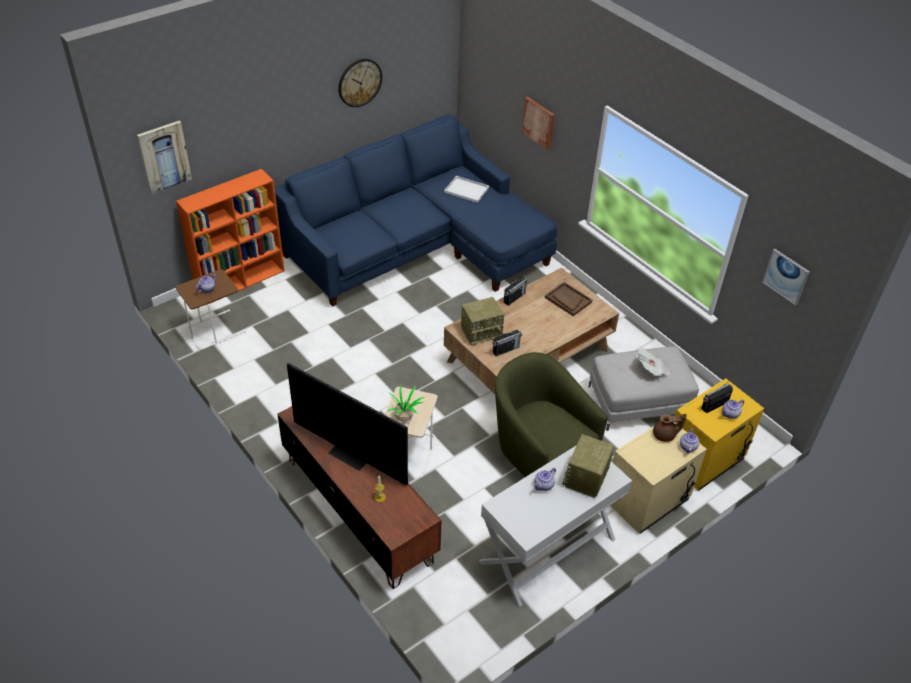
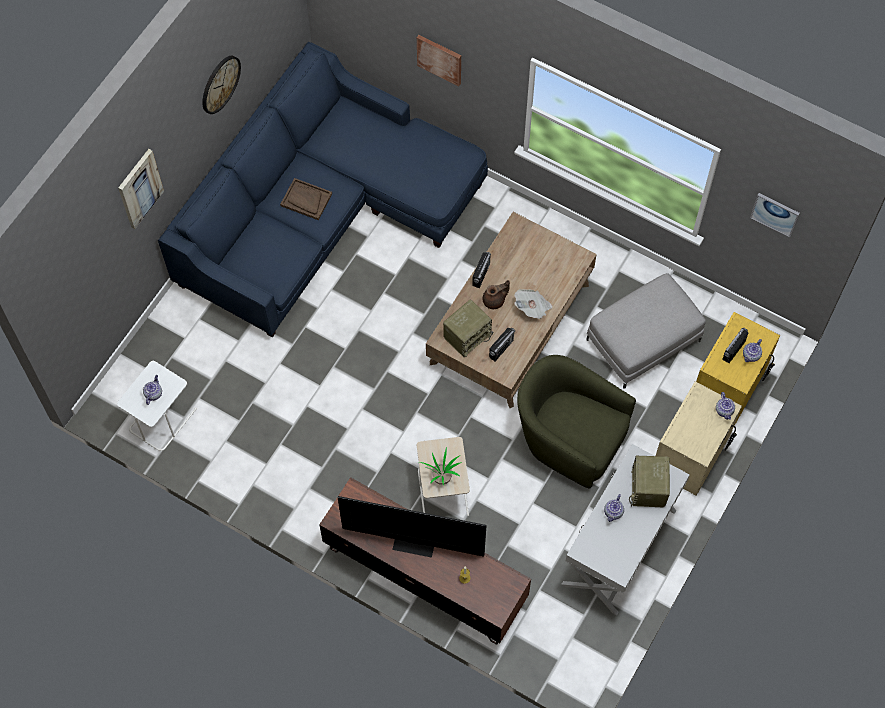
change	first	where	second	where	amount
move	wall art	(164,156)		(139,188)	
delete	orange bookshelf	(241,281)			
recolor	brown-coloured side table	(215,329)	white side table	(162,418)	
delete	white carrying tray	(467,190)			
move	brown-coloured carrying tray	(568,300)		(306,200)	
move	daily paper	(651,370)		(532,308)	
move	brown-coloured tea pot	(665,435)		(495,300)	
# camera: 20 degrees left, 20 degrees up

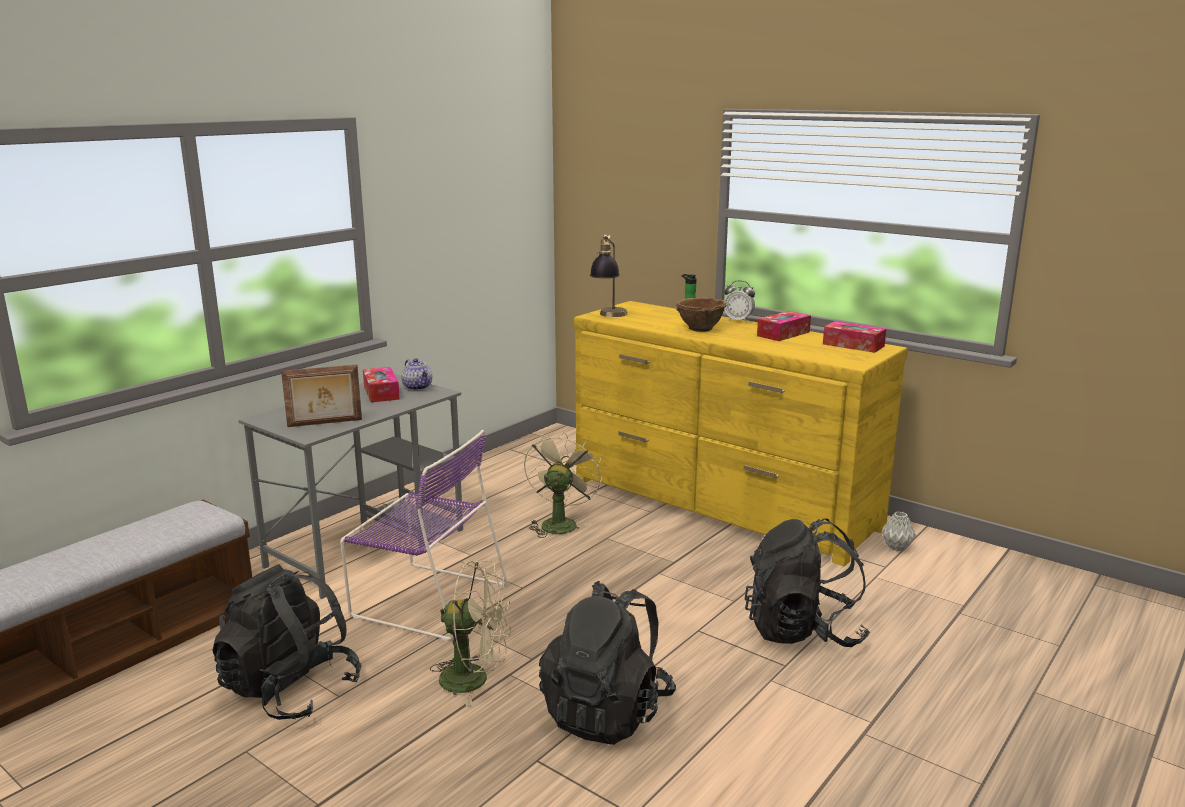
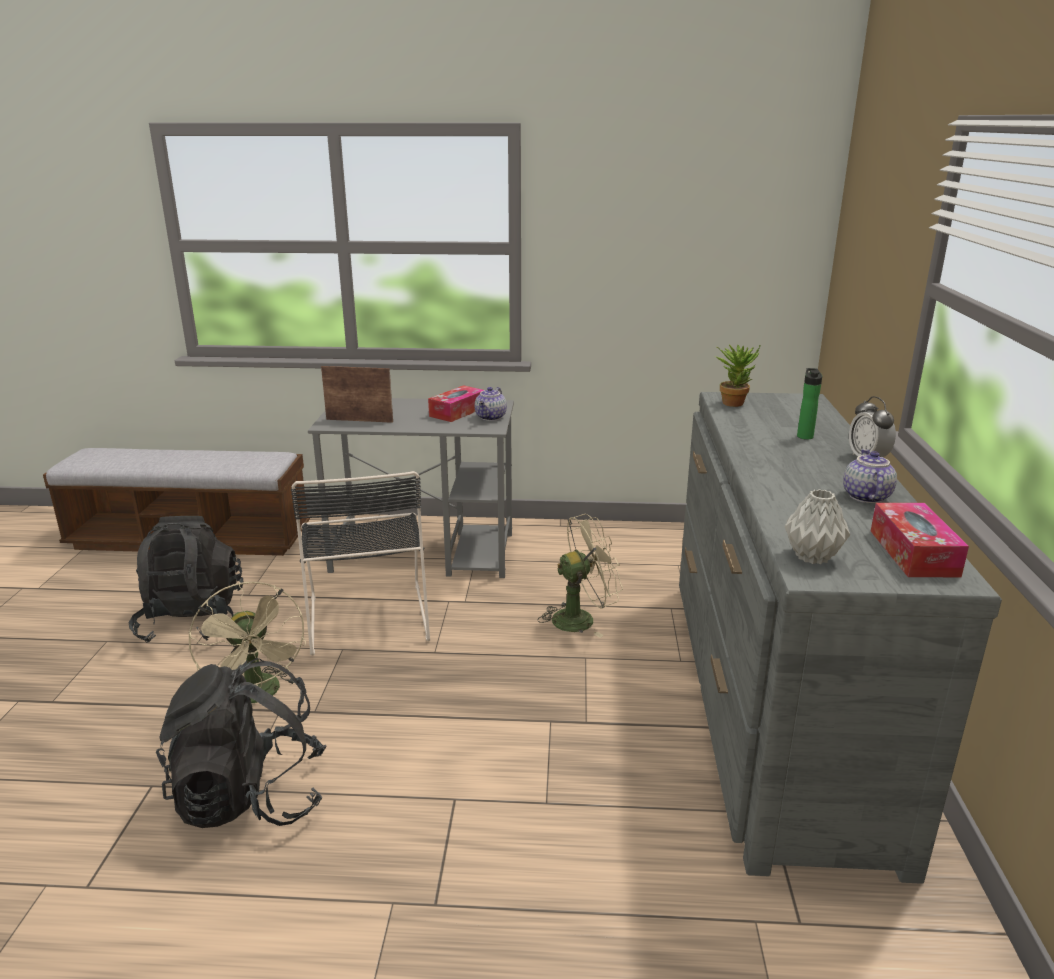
change	first	where	second	where	amount
rotate	picture frame	(325,423)		(360,420)	150 degrees clockwise
recolor	purple chair	(426,599)	blackish chair	(368,615)	
recolor	yellow-coloured drawer chest	(721,504)	greyish drawer chest	(772,701)	
replace	table lamp	(609,316)	plant in a pot	(734,402)	
delete	brown-coloured deep dish	(700,329)			
delete	blackish rucksack	(803,631)			
replace	tissue holder	(783,334)	tea pot	(865,496)	
move	greyish decorative vase	(897,548)		(812,557)	
# camera: 55 degrees right, 5 degrees up

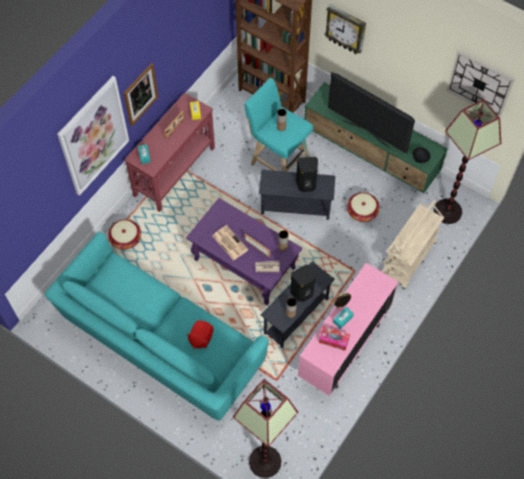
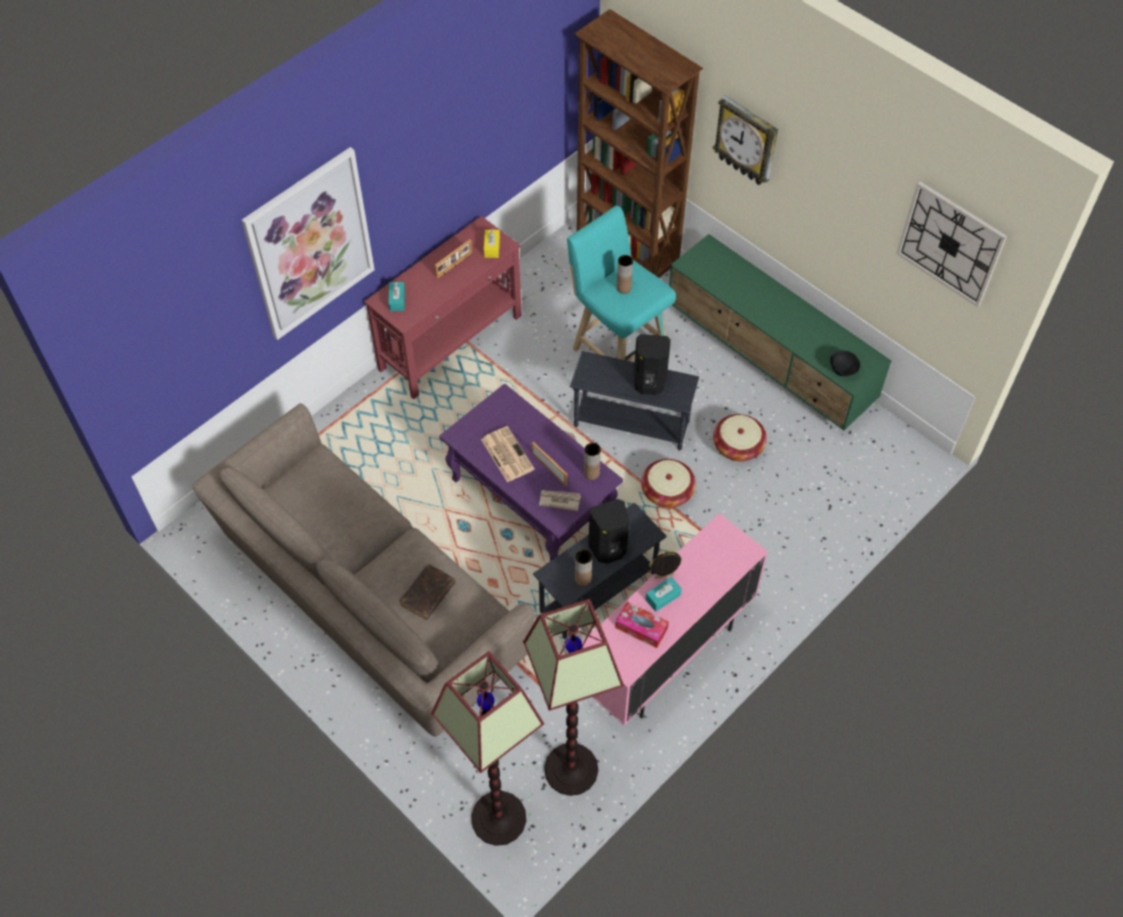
change	first	where	second	where	amount
recolor	blue-green sofa	(160,343)	sand-coloured sofa	(370,600)	
move	storage basket	(126,239)		(667,491)	
delete	wall art	(140,94)			
replace	red cuddly toy	(201,338)	brown-coloured bound book	(428,595)	
delete	television	(366,133)			
delete	sand-coloured trolley	(408,259)			
move	floor lamp	(448,211)		(572,769)	
# camera: 10 degrees right, 5 degrees down

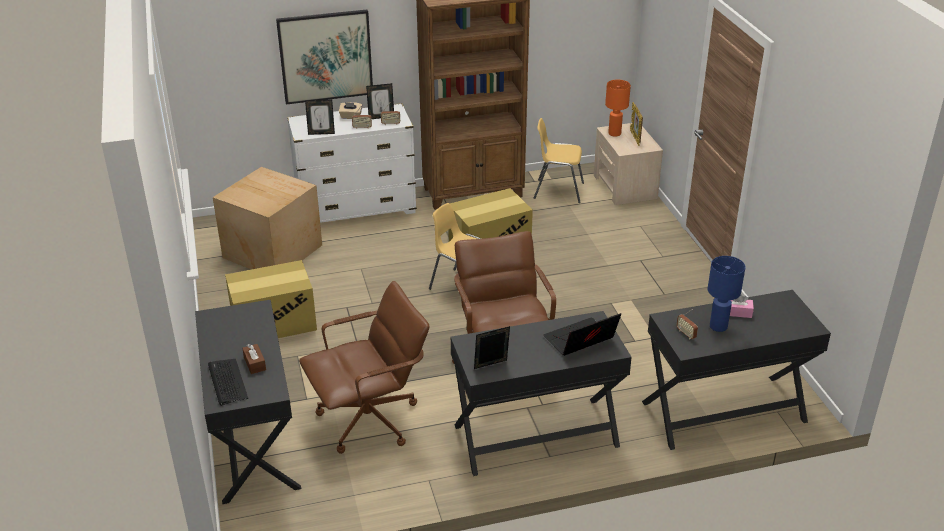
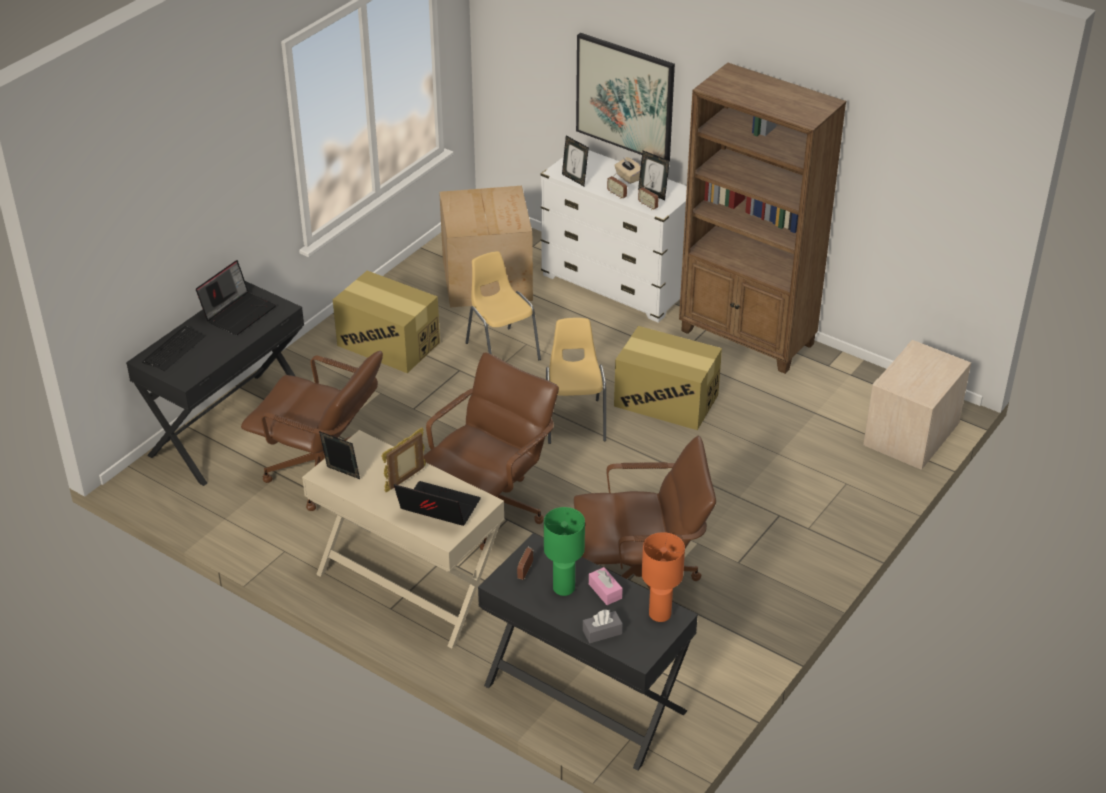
change	first	where	second	where	amount
delete	brown-coloured tissue holder	(255,363)			
recolor	blackish desk unit	(536,436)	sand-coloured desk unit	(408,586)	
move	yellow-coloured chair	(558,191)		(502,351)	
move	orange table lamp	(614,134)		(659,614)	
move	picture frame	(635,138)		(406,480)	
recolor	blue table lamp	(718,327)	green table lamp	(563,588)	
insert			laptop	(238,312)	
insert			brown-coloured office chair	(640,584)	
insert			greyish tissue holder	(602,632)	
# camera: 50 degrees right, 5 degrees up

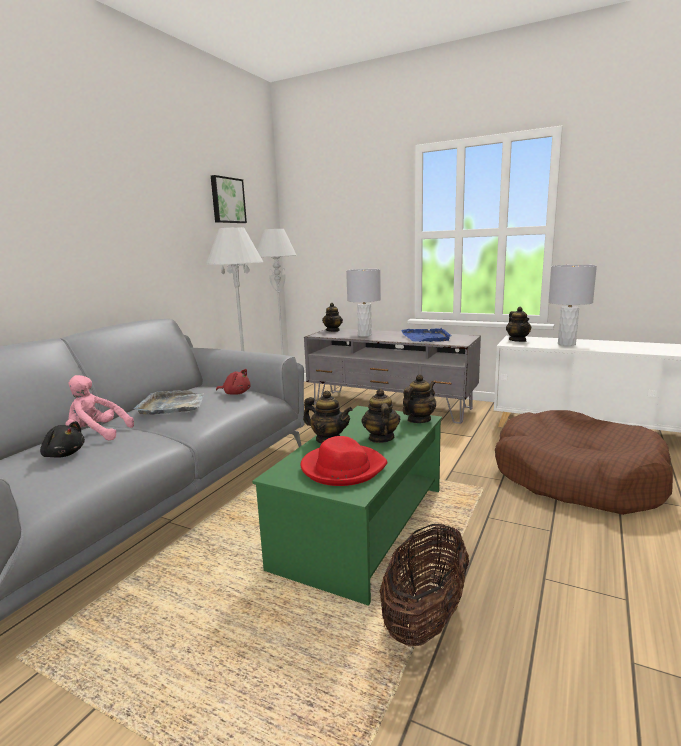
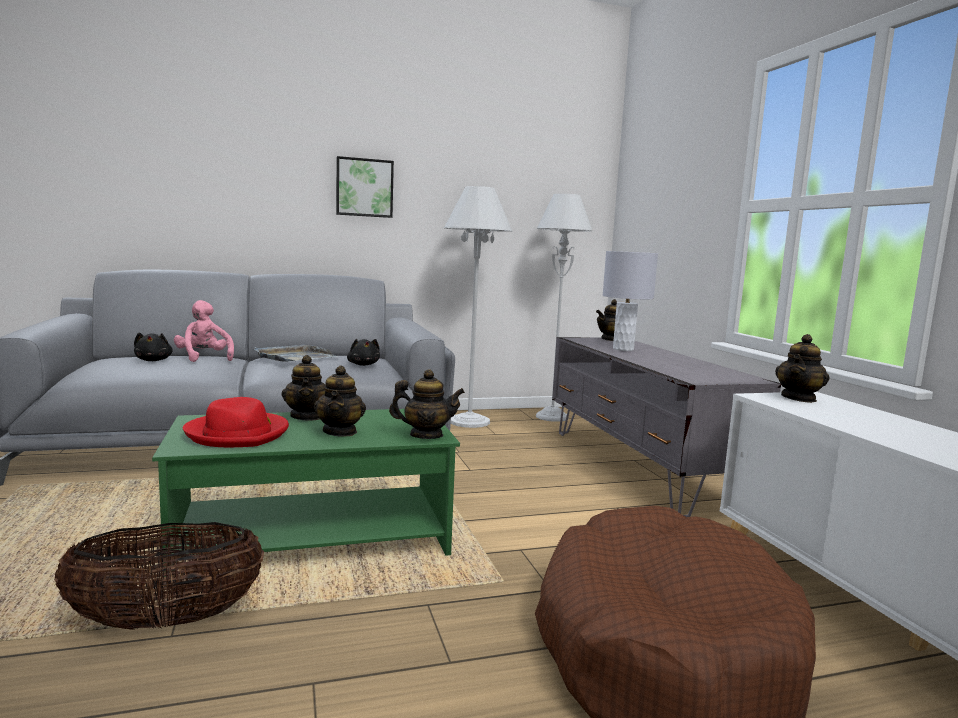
change	first	where	second	where	amount
move	wall art	(227,200)		(364,188)	
recolor	red cuddly toy	(236,393)	blackish cuddly toy	(363,365)	
rotate	tea pot	(380,438)		(340,432)	135 degrees clockwise
delete	blue carrying tray	(426,337)			
delete	greyish table lamp	(566,344)			
# camera: 45 degrees right, 5 degrees down

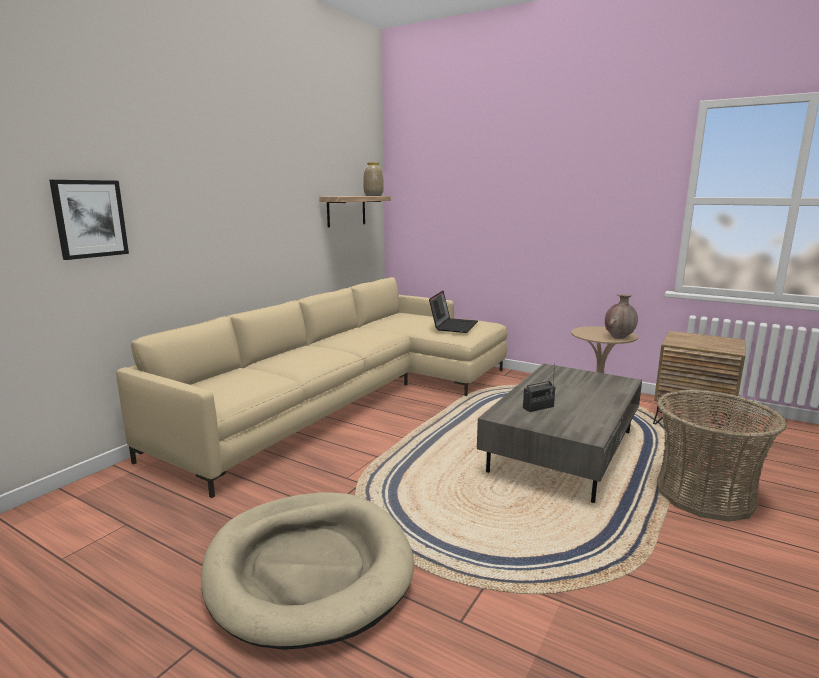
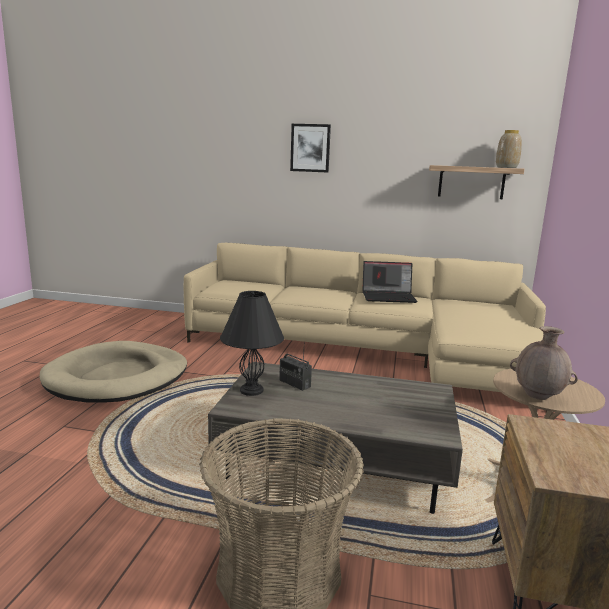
change	first	where	second	where	amount
move	wall art	(90,219)		(310,148)	
move	laptop	(453,326)		(389,297)	
insert			blackish table lamp	(252,390)	
# camera: 70 degrees right, 0 degrees up

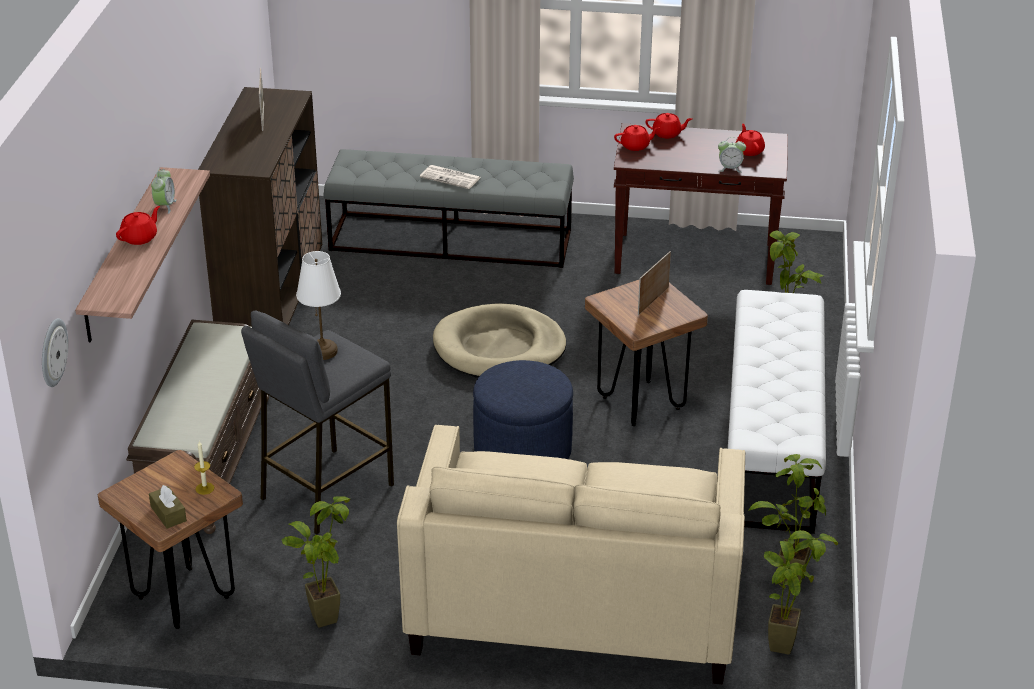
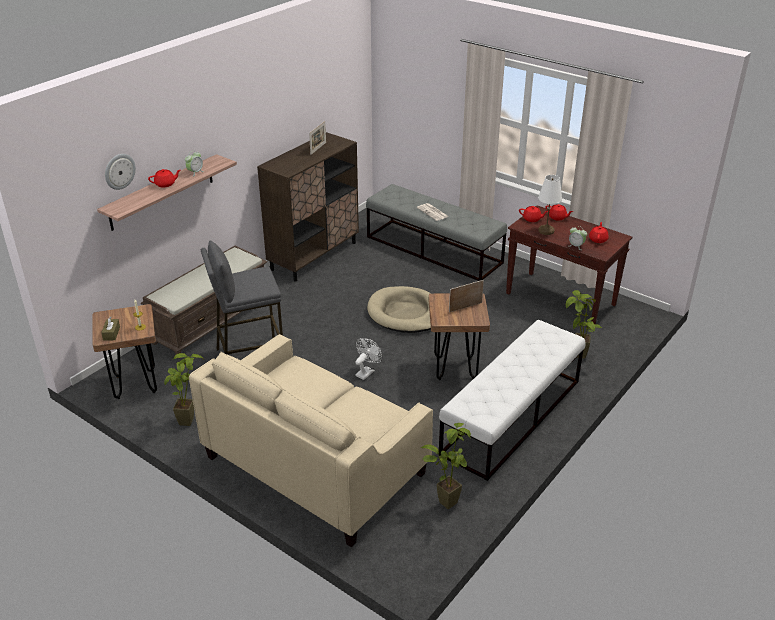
change	first	where	second	where	amount
move	hanging clock	(52,352)		(119,171)	
move	white table lamp	(323,351)		(546,231)	
replace	blue ottoman	(522,451)	white electric fan	(366,372)	
delete	plant in a pot	(786,640)			
# camera: 30 degrees right, 0 degrees up

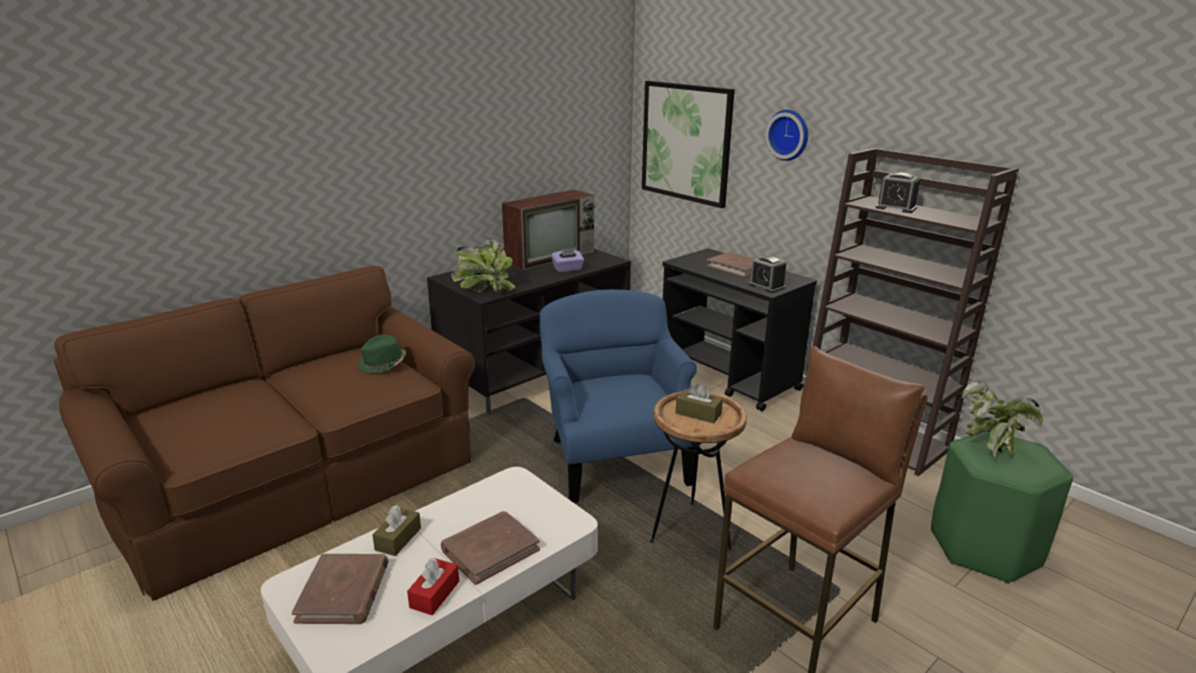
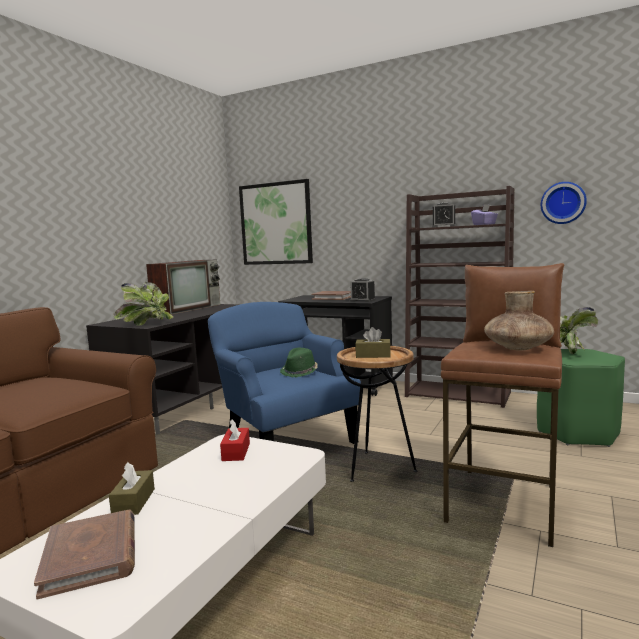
change	first	where	second	where	amount
move	green hat	(383,364)		(300,372)	
move	red tissue holder	(434,594)		(236,452)	
delete	brown-coloured bound book	(490,550)			
move	purple tissue holder	(567,269)		(484,224)	
move	hanging clock	(789,135)		(563,203)	
insert			brown-coloured decorative vase	(517,348)	
# camera: 20 degrees left, 15 degrees down

